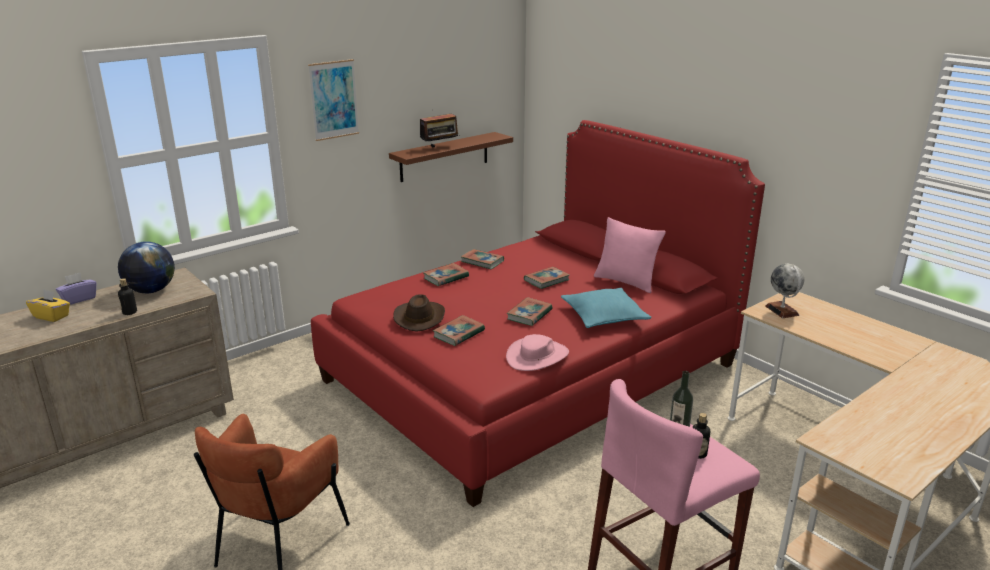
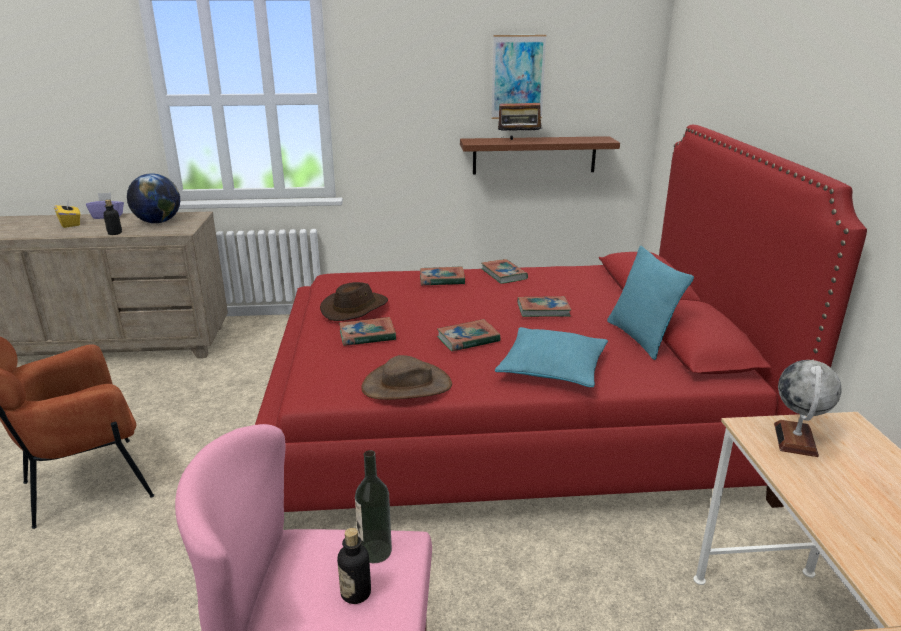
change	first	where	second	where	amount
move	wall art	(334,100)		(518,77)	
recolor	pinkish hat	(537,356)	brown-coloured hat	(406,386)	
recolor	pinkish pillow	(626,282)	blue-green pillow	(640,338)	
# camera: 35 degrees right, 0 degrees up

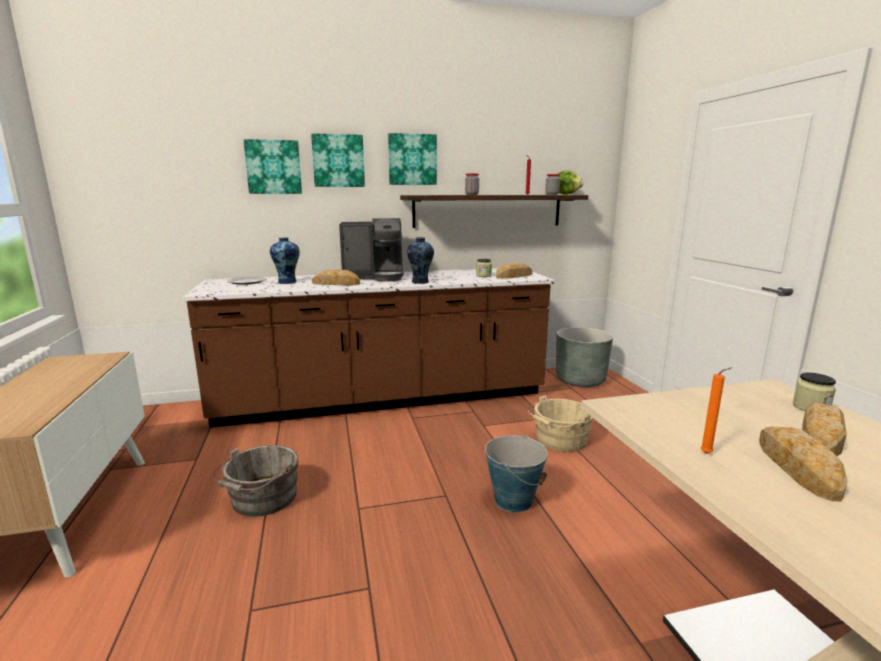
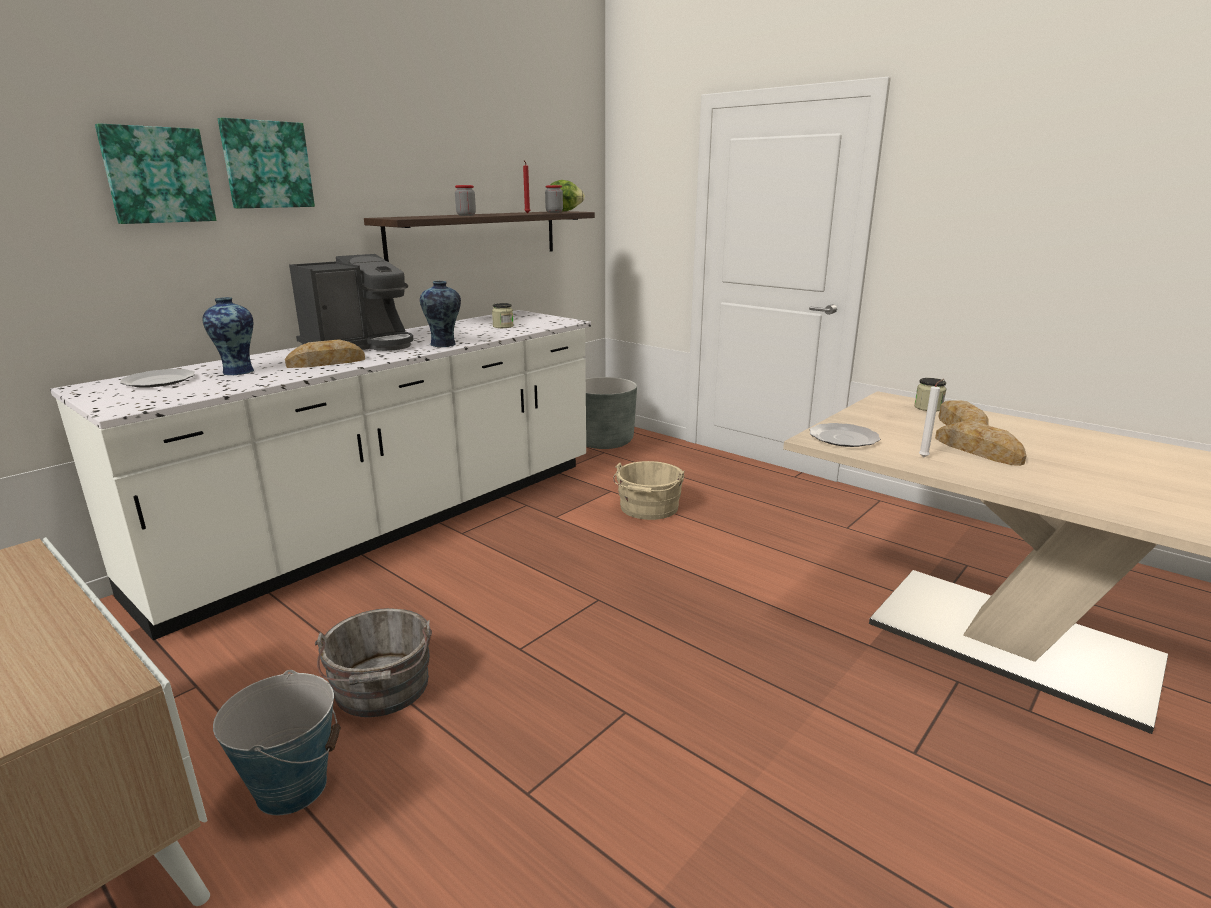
change	first	where	second	where	amount
recolor	brown-coloured kitchen base unit	(383,399)	white kitchen base unit	(395,523)	
delete	wall art	(412,159)			
move	water bucket	(513,500)		(292,787)	
delete	baked bread	(514,276)			
recolor	orange candle	(708,454)	white candle	(925,457)	
insert			dinner plate	(843,437)	
# camera: 35 degrees left, 5 degrees up

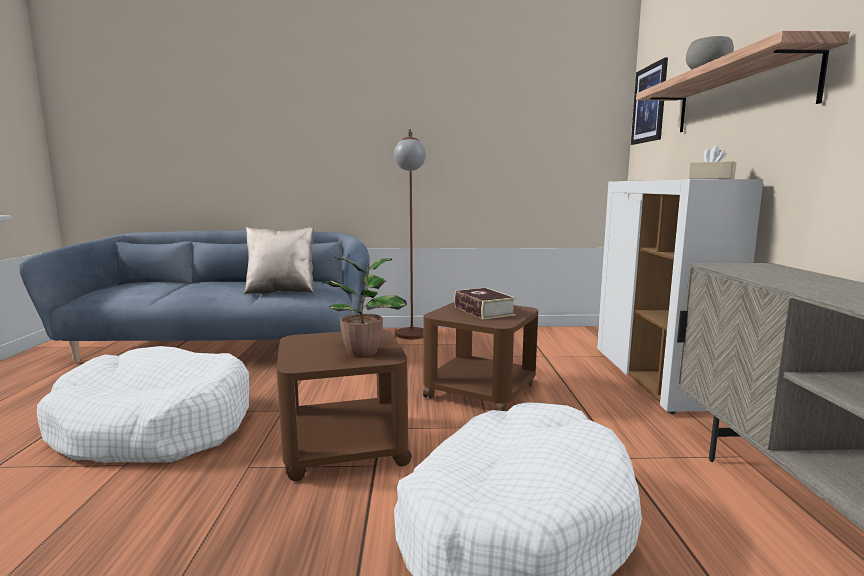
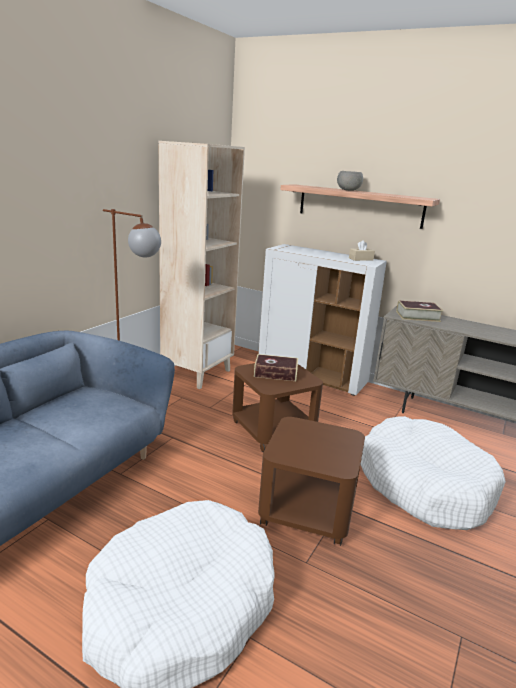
change	first	where	second	where	amount
delete	sand-coloured pillow	(281,291)			
delete	plant in a pot	(364,351)			
delete	wall art	(649,104)			
insert			sand-coloured bookshelf	(197,373)	
insert			bound book	(417,316)	
# camera: 60 degrees left, 10 degrees up

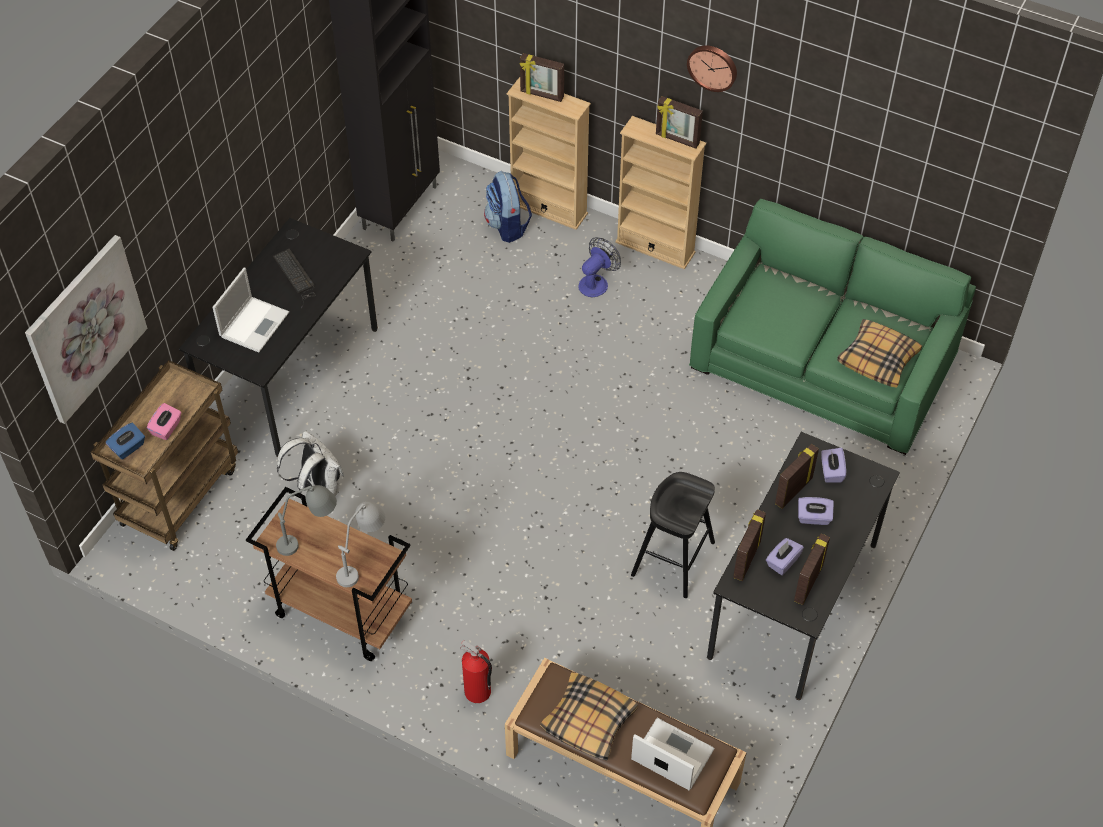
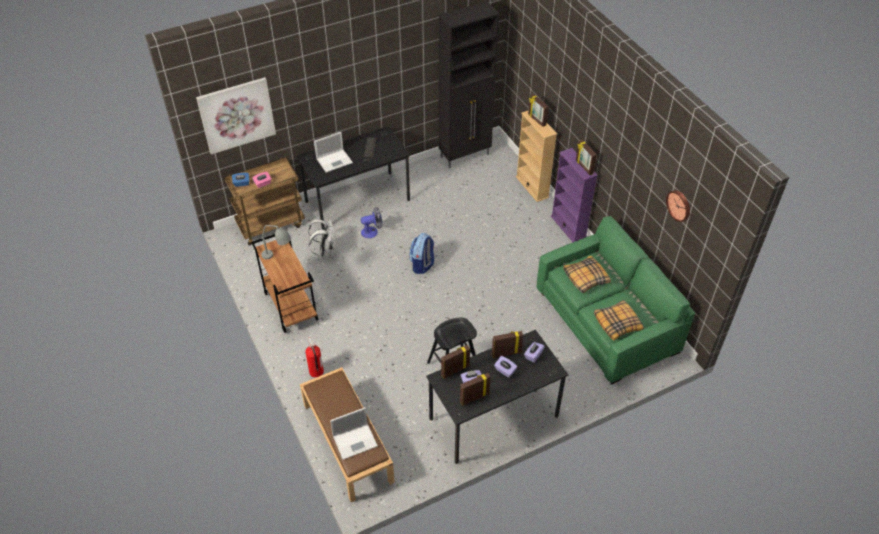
change	first	where	second	where	amount
delete	greyish table lamp	(363,560)			
move	rucksack	(507,226)		(422,265)	
move	pillow	(588,722)		(585,278)	
move	electric fan	(596,282)		(372,231)	
recolor	sand-coloured bookshelf	(655,247)	purple bookshelf	(568,227)	
rotate	laptop	(671,754)		(355,440)	90 degrees clockwise
move	hanging clock	(713,67)		(679,205)	
# camera: 35 degrees right, 5 degrees down

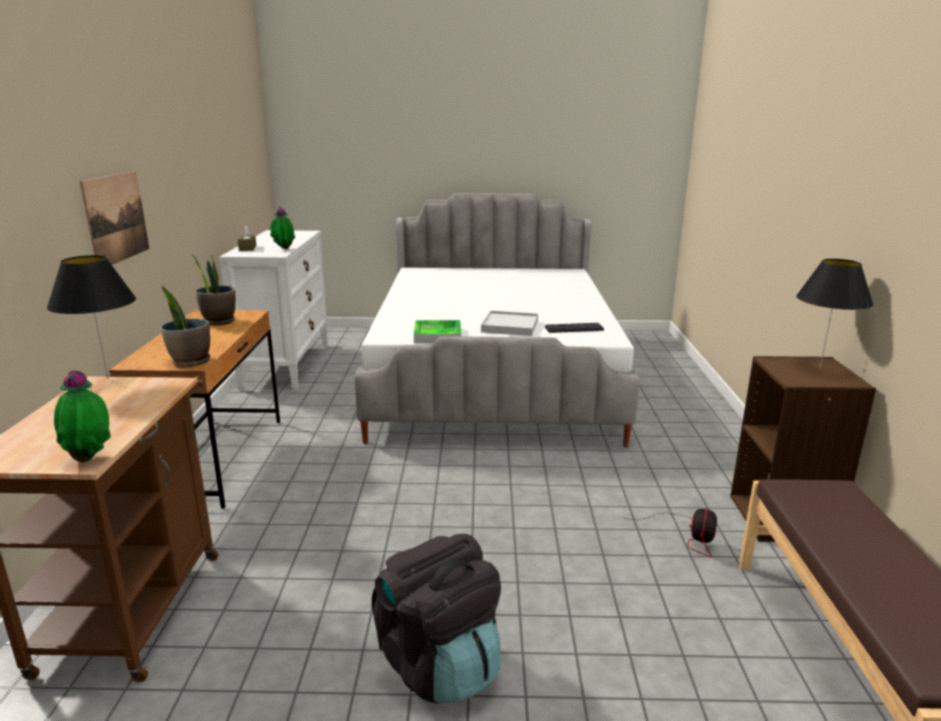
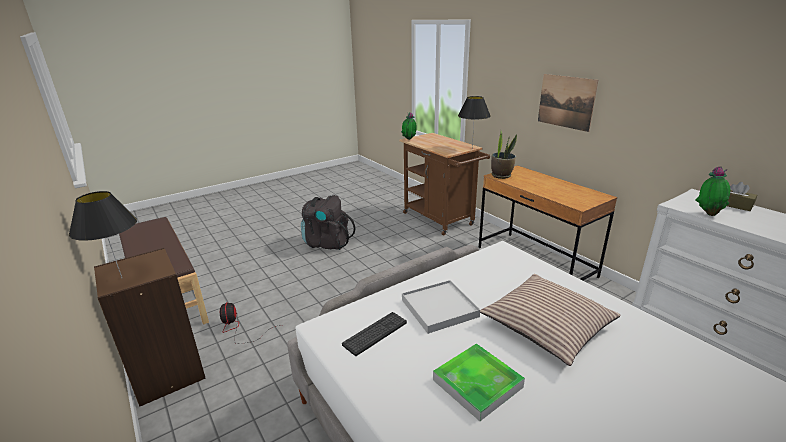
change	first	where	second	where	amount
delete	plant in a pot	(219,321)			
move	carrying tray	(437,335)		(477,383)	
insert			pillow	(547,326)	
# camera: 145 degrees right, 5 degrees up

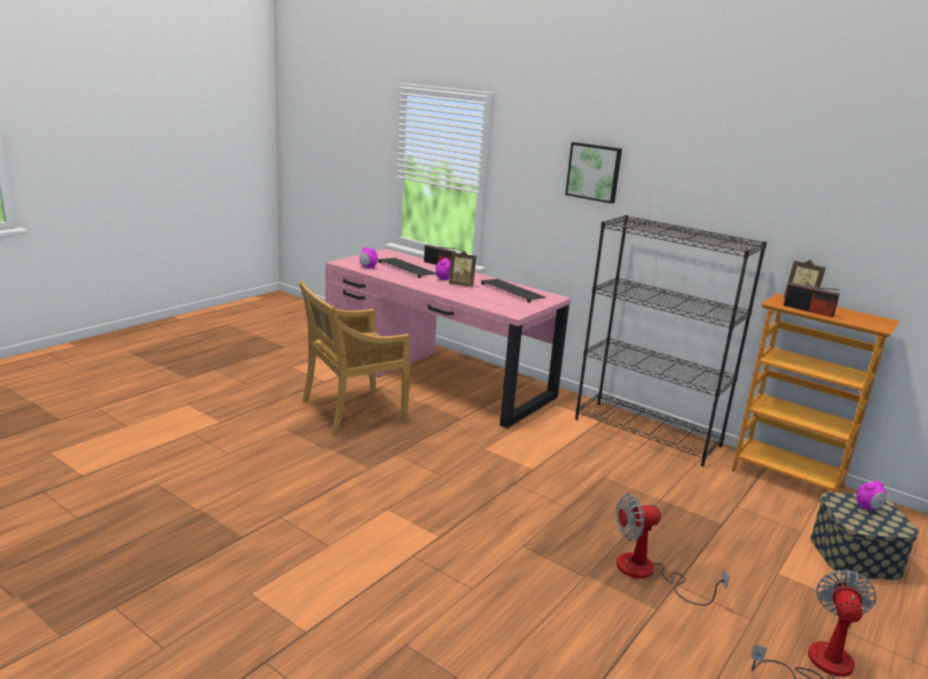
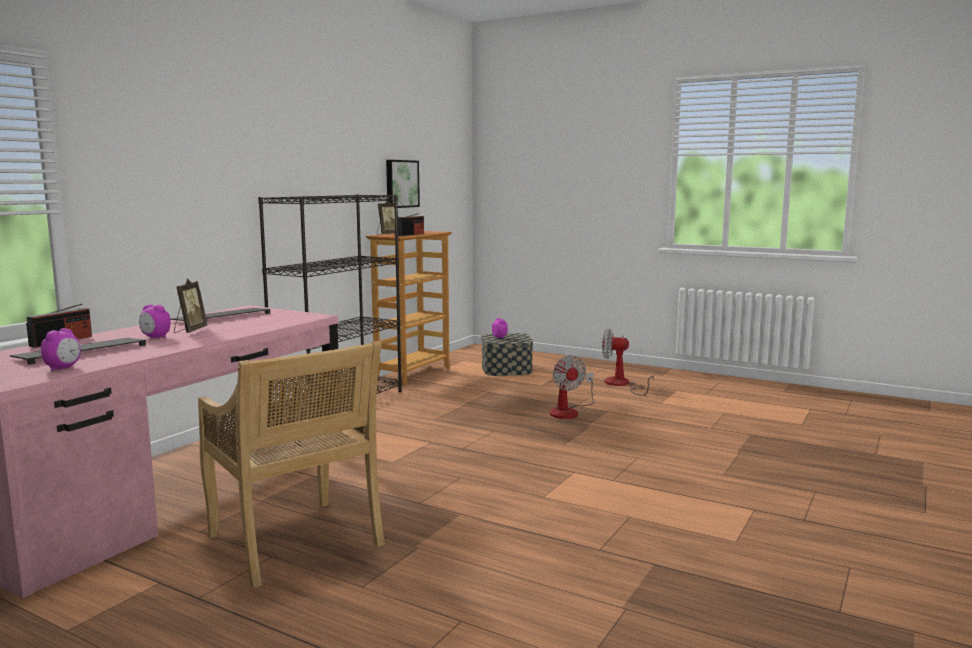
change	first	where	second	where	amount
move	wall art	(594,172)		(401,184)	
# camera: 95 degrees left, 10 degrees down

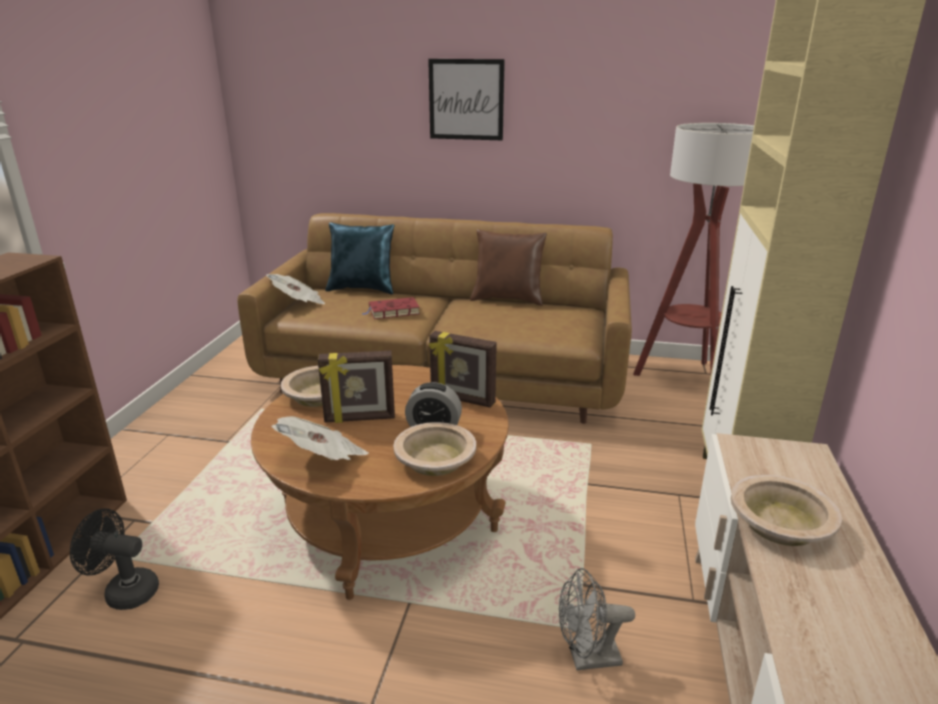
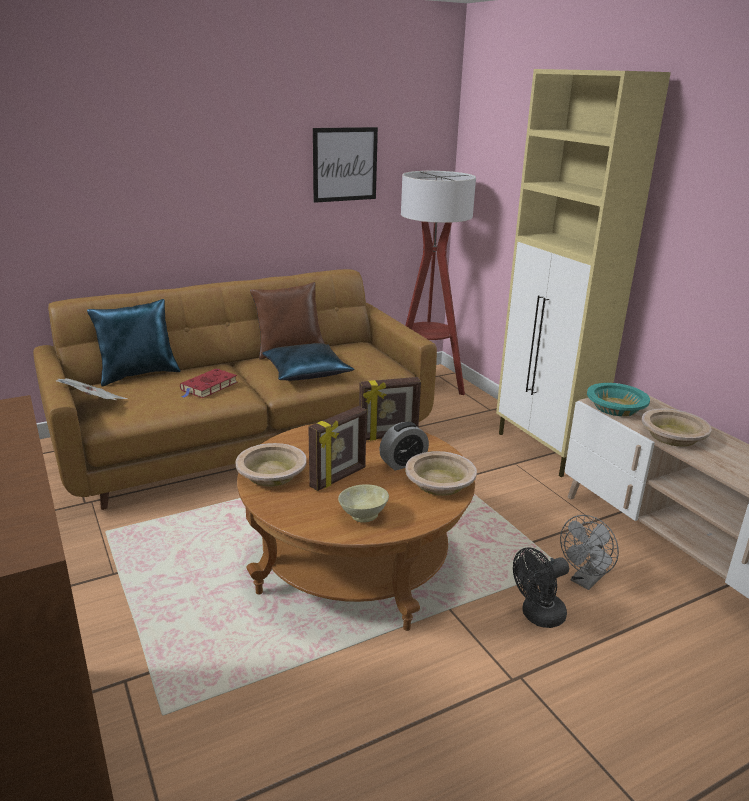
change	first	where	second	where	amount
move	blackish electric fan	(124,591)		(537,616)	
replace	daily paper	(323,458)	sand-coloured deep dish	(363,515)	
move	wall art	(466,100)		(345,164)	
insert			blue pillow	(307,372)	
insert			blue-green deep dish	(615,407)	
# camera: 40 degrees left, 0 degrees up

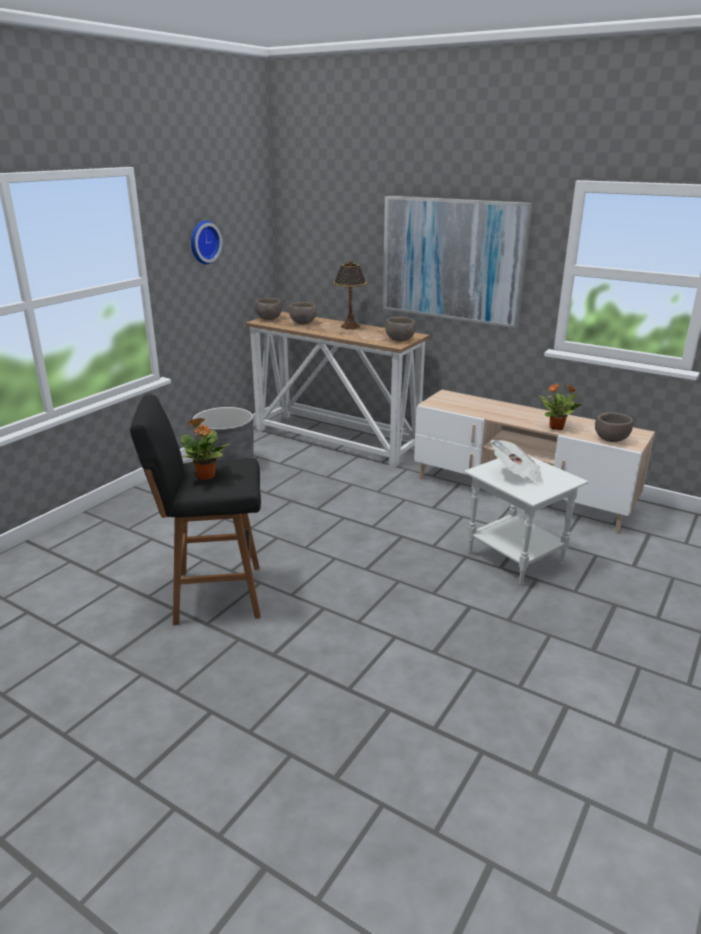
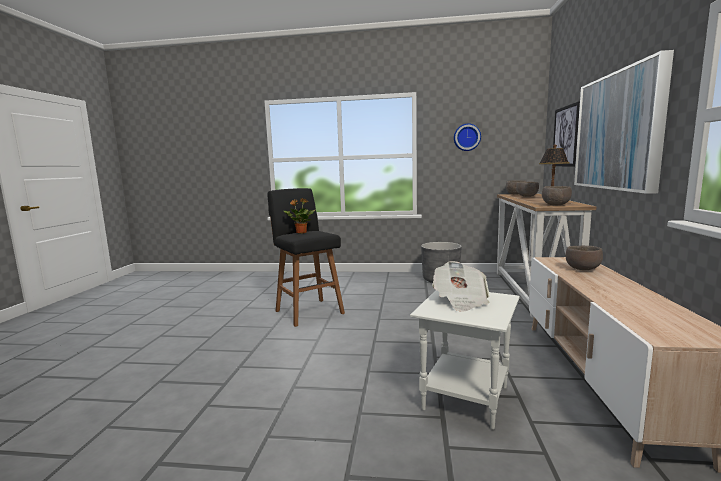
change	first	where	second	where	amount
delete	plant in a pot	(557,427)			
move	brown-coloured deep dish	(611,440)		(583,269)	
insert			wall art	(565,136)	
# camera: 65 degrees right, 15 degrees down

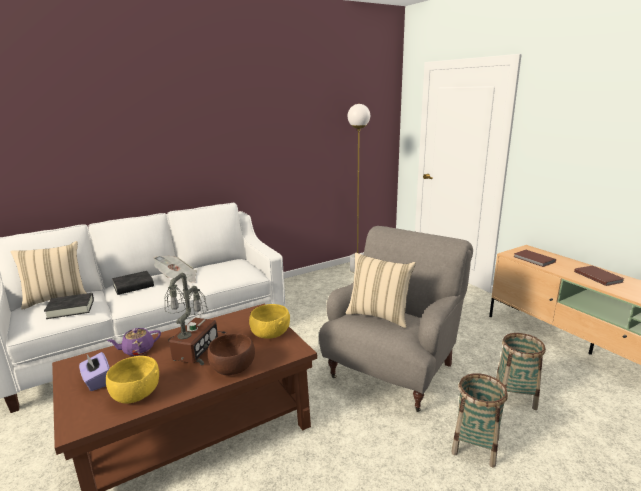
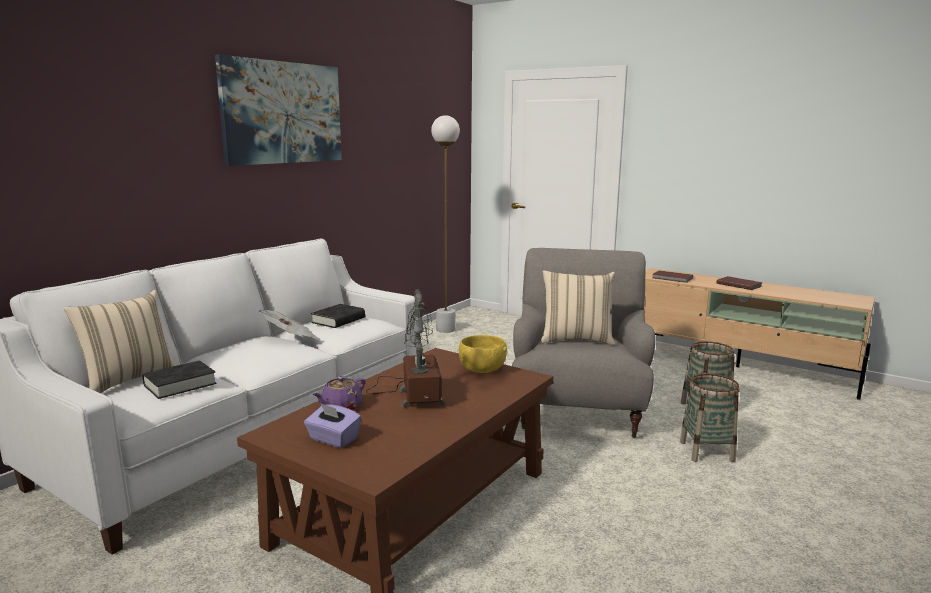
change	first	where	second	where	amount
delete	yellow-coloured deep dish	(136,394)			
move	blackish bound book	(133,286)		(338,320)	
delete	brown-coloured deep dish	(233,368)			
insert			wall art	(283,113)	
# camera: 25 degrees left, 5 degrees down

